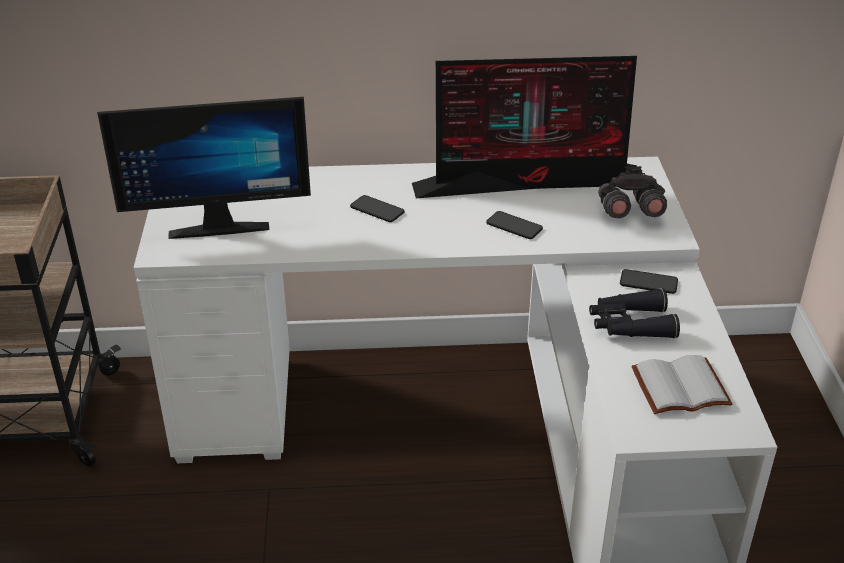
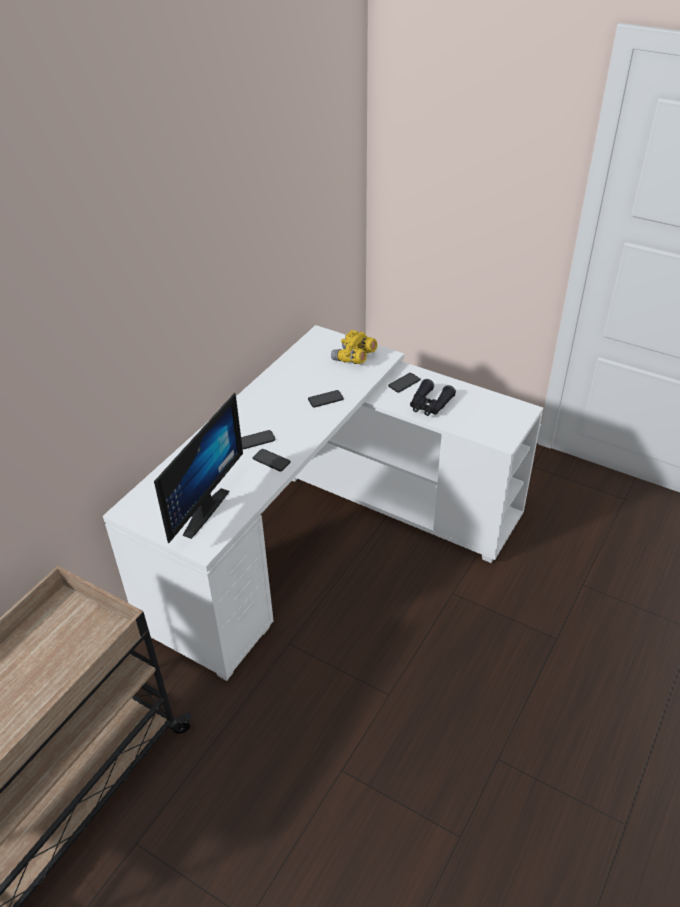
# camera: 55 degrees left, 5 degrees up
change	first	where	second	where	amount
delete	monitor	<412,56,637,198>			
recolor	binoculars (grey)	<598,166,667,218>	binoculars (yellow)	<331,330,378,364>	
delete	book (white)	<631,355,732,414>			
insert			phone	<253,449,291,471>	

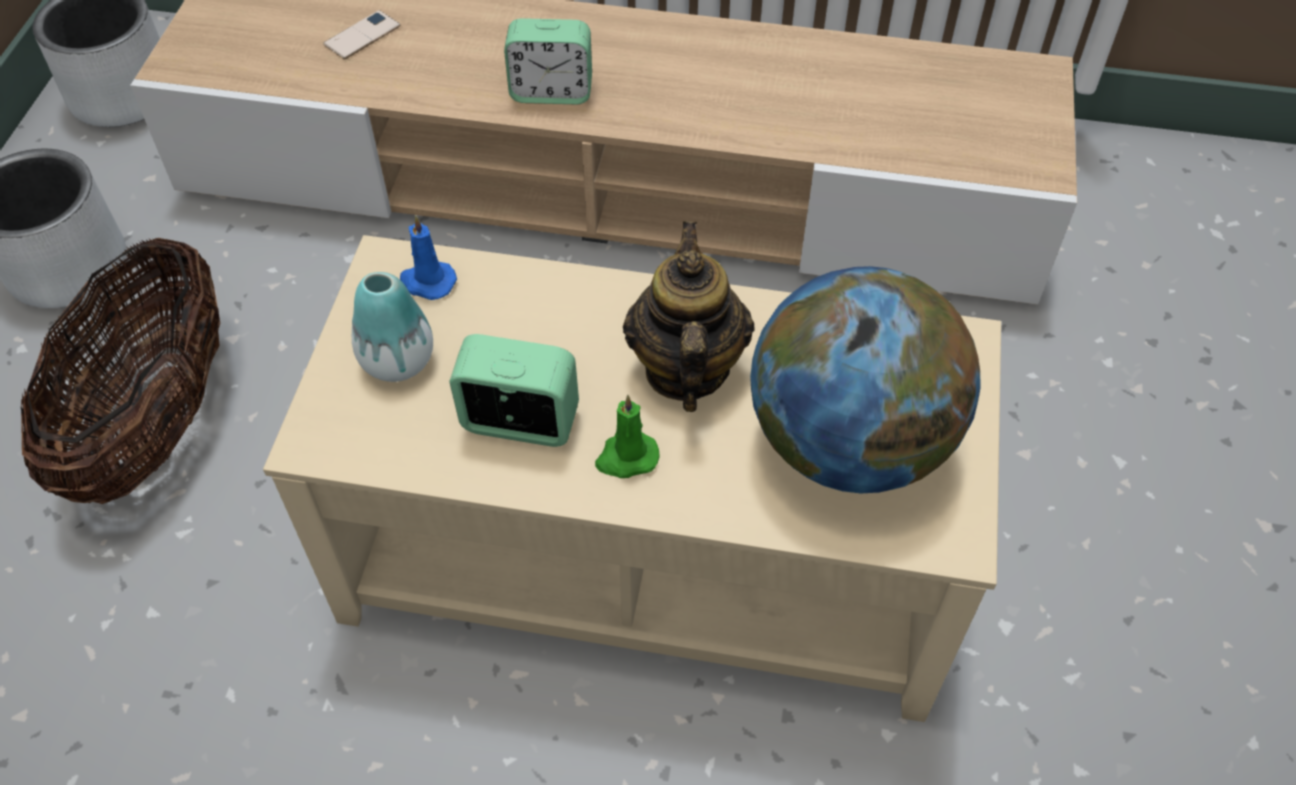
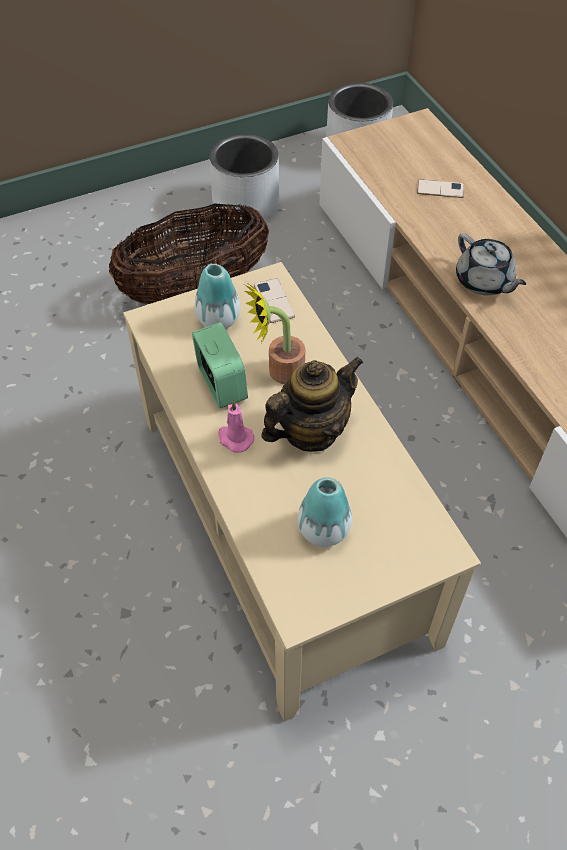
# camera: 55 degrees right, 0 degrees up
change	first	where	second	where	amount
replace	alarm clock	<504,18,592,104>	teapot (grey)	<456,233,526,295>	
replace	candle (blue)	<400,215,457,300>	phone	<254,278,295,323>	
replace	globe	<750,266,981,493>	vase	<298,477,352,547>	
recolor	candle (green)	<595,395,660,478>	candle (pink)	<218,400,254,453>	
insert			potted plant	<245,282,305,384>	

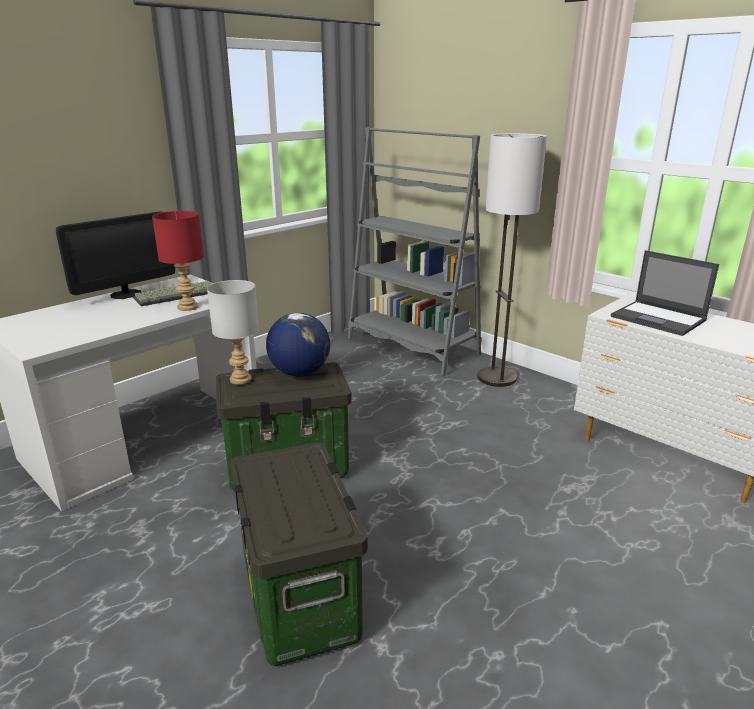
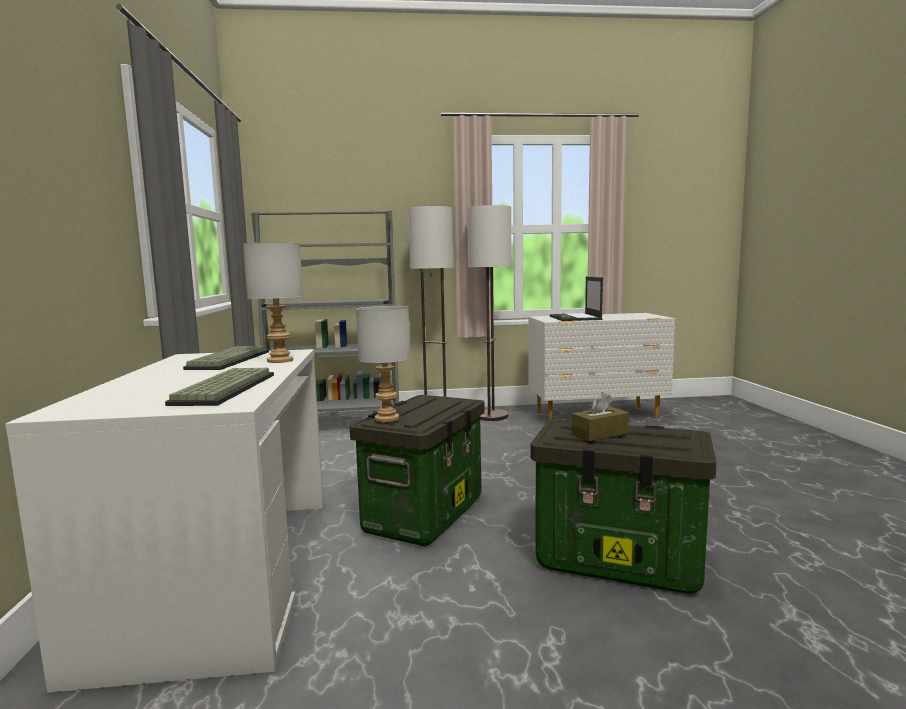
# camera: 50 degrees left, 15 degrees down
change	first	where	second	where	amount
delete	monitor	<56,211,175,299>			
recolor	table lamp (red)	<152,211,204,311>	table lamp (grey)	<243,242,303,363>	
rotate	laptop	<611,250,719,336>		<550,277,603,321>	90 degrees clockwise
delete	globe	<266,313,330,376>			
insert			floor lamp	<467,205,511,421>	
insert			keyboard	<165,368,274,406>	
insert			tissue box (brown)	<572,392,629,442>	

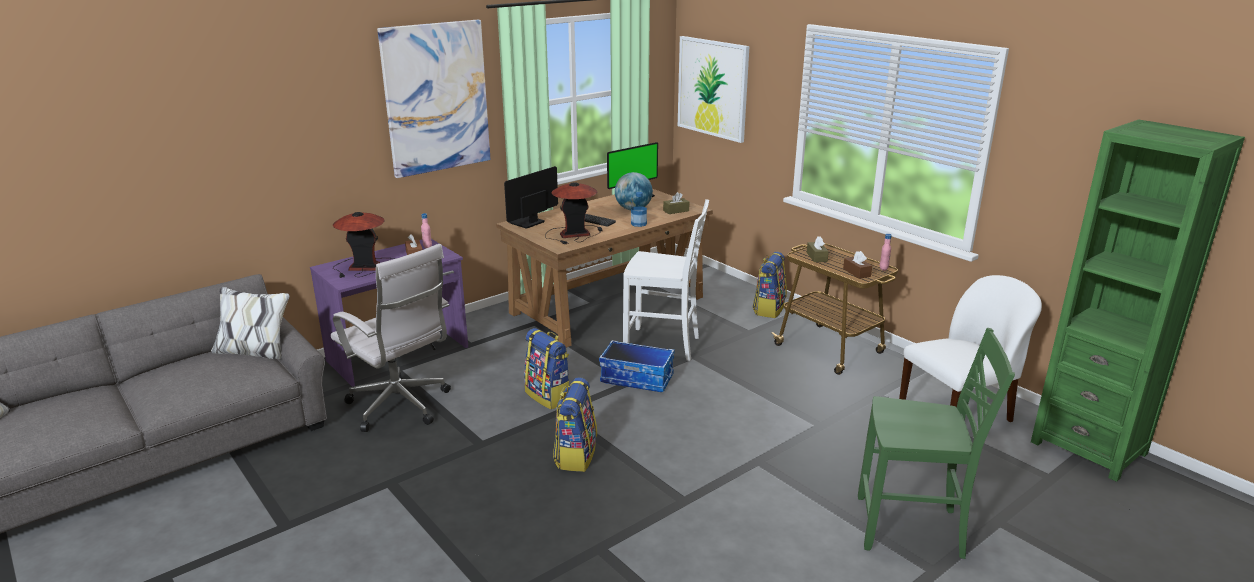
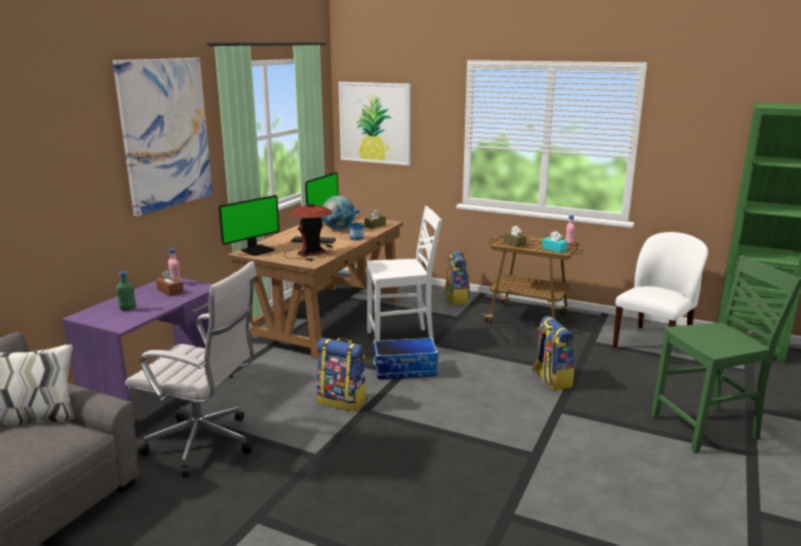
# camera: 25 degrees left, 5 degrees down
change	first	where	second	where	amount
rotate	monitor	<504,166,558,229>		<219,195,279,256>	150 degrees counterclockwise
replace	table lamp	<333,212,394,278>	bottle (green)	<116,271,136,311>	
recolor	tissue box (brown)	<843,251,872,279>	tissue box (turquoise)	<542,231,568,253>	
move	backpack	<553,377,597,472>		<533,316,575,390>	

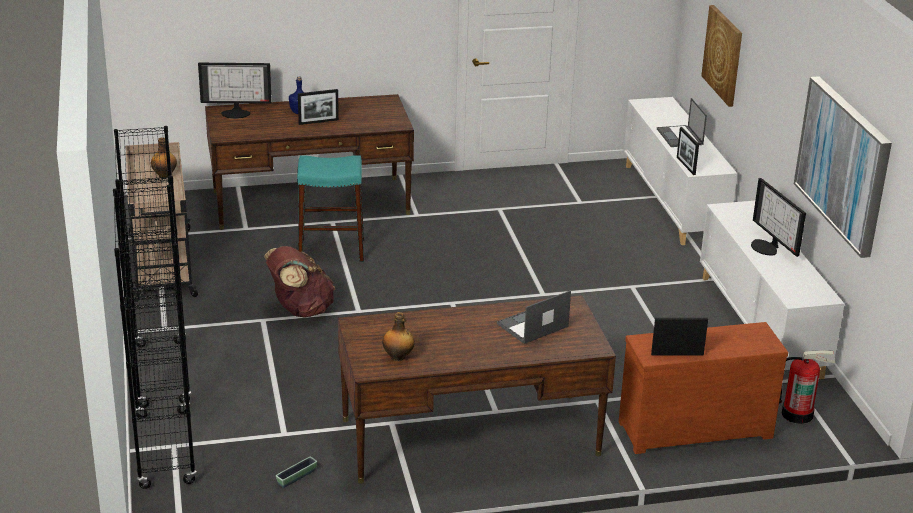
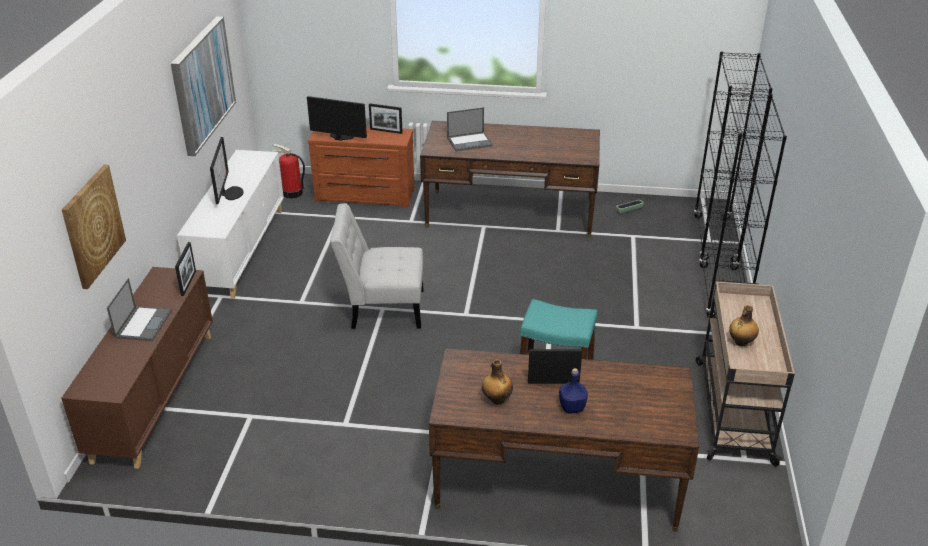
# camera: 160 degrees left, 5 degrees up
change	first	where	second	where	amount
move	monitor	<198,63,272,119>		<307,96,367,141>	
recolor	cabinet (white)	<623,97,737,245>	cabinet (brown)	<61,267,213,469>	
delete	backpack (brown)	<264,246,335,318>			
move	bottle	<382,312,415,361>		<482,359,513,404>	
insert			chair (white)	<330,203,424,329>	

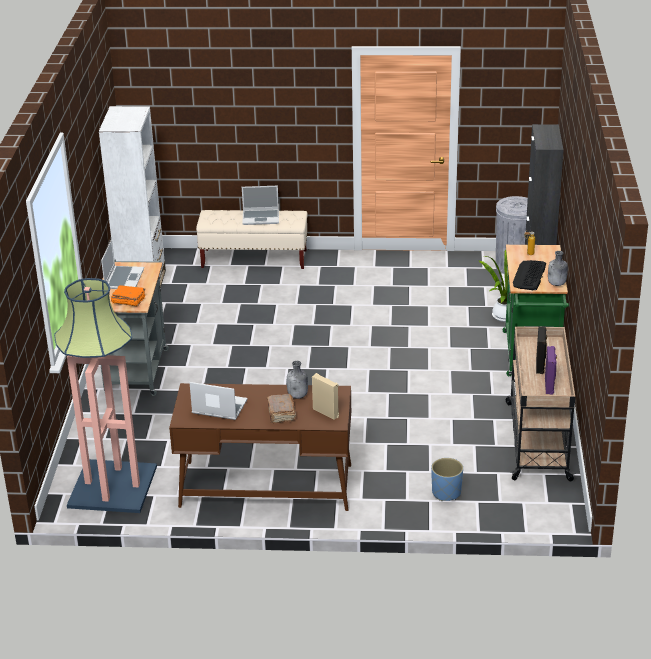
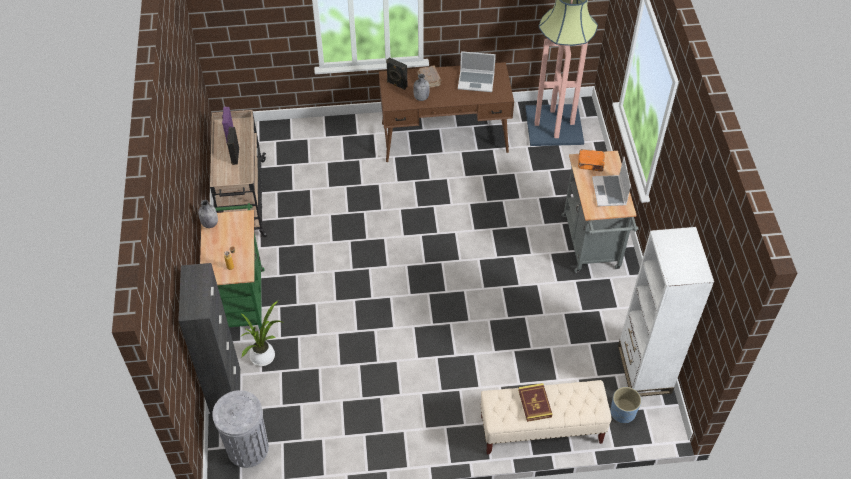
# camera: 170 degrees right, 20 degrees up
change	first	where	second	where	amount
replace	laptop	<242,186,279,225>	book	<518,383,552,422>	
delete	keyboard	<513,260,546,290>			
recolor	speaker (beige)	<312,373,339,420>	speaker (black)	<386,57,407,90>	
move	planter (blue)	<431,458,463,501>		<611,387,641,423>	

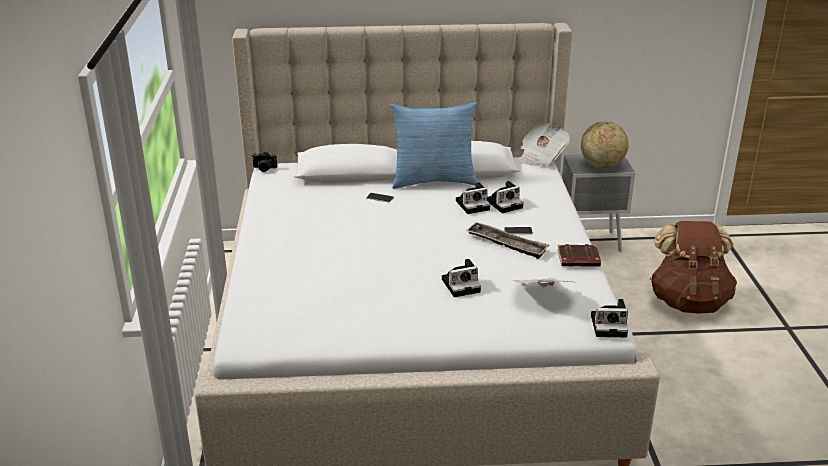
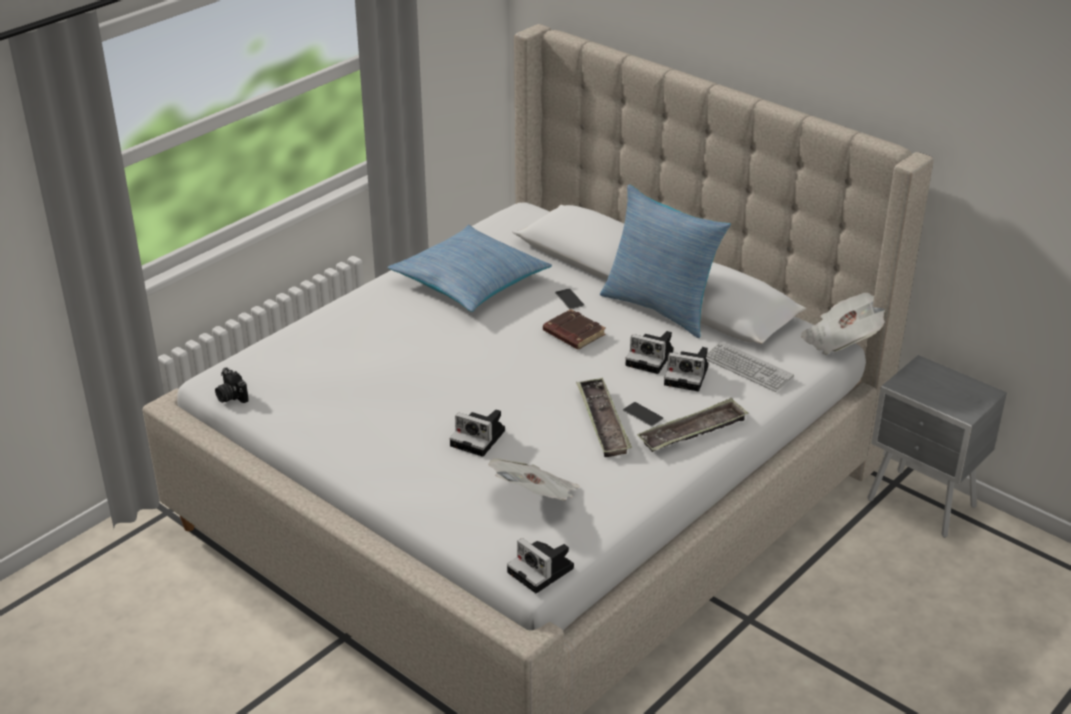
# camera: 45 degrees right, 5 degrees up
change	first	where	second	where	amount
delete	globe	<581,121,629,168>			
move	photo camera	<252,151,277,172>		<215,367,249,403>	
delete	backpack (brown)	<650,221,737,314>			
move	book (brown)	<557,244,601,266>		<543,309,606,349>	
insert			pillow	<388,225,552,312>	
insert			keyboard	<706,342,794,392>	
insert			tray	<637,398,749,452>	

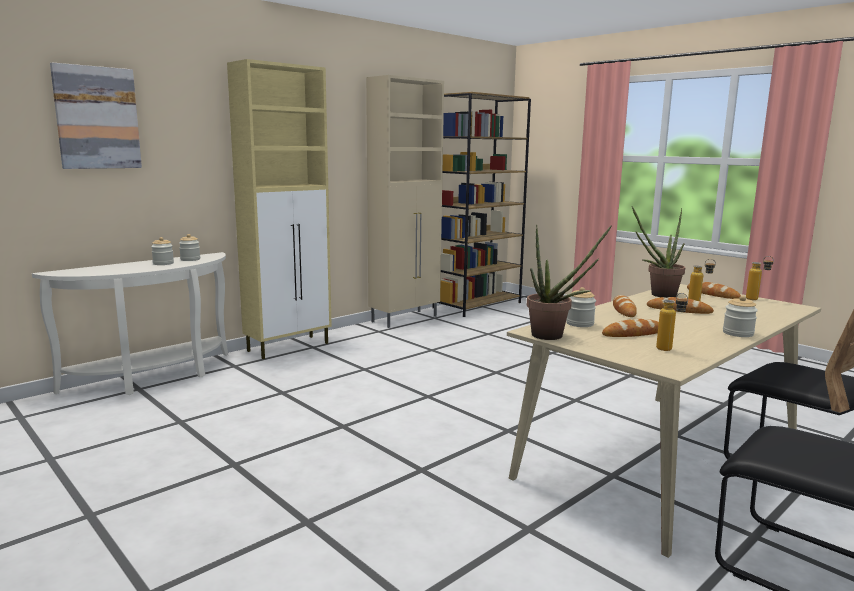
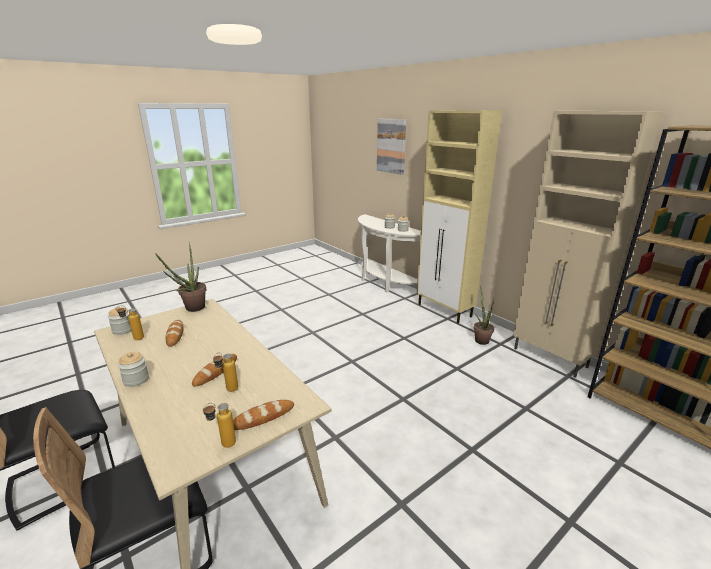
# camera: 95 degrees right, 10 degrees up
change	first	where	second	where	amount
move	potted plant	<632,206,685,298>		<474,286,494,345>	
move	jar	<566,287,596,327>		<108,307,131,335>	
delete	bread	<613,295,637,317>			

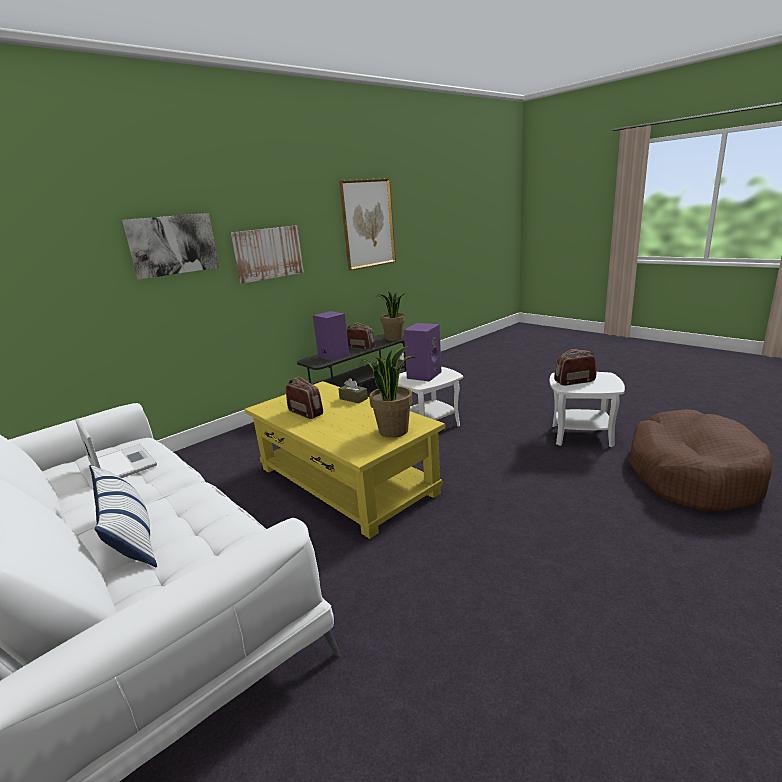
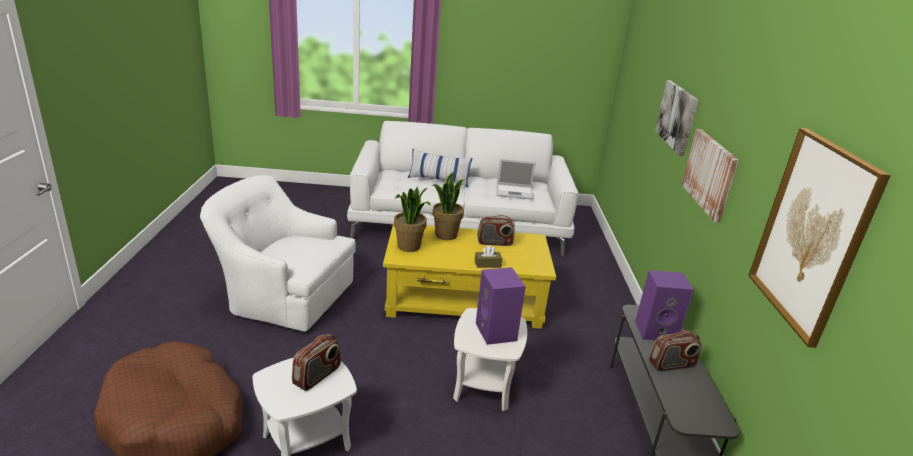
# camera: 130 degrees right, 5 degrees up
change	first	where	second	where	amount
move	potted plant	<375,291,406,341>		<432,172,464,240>	
insert			armchair (white)	<200,175,356,332>	

